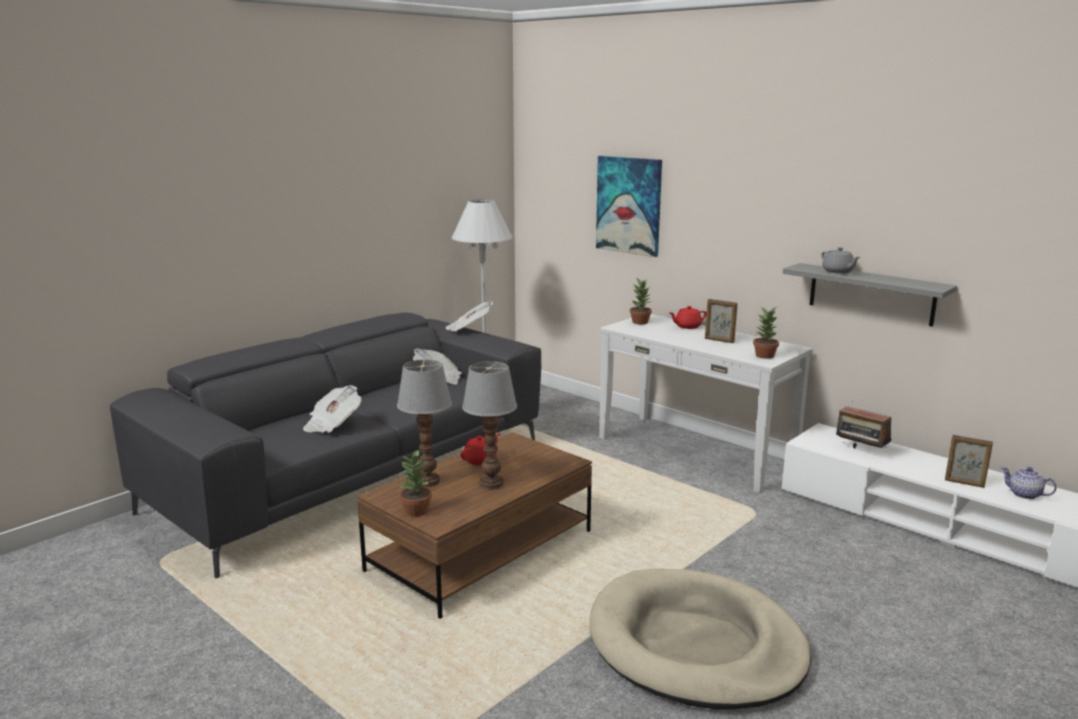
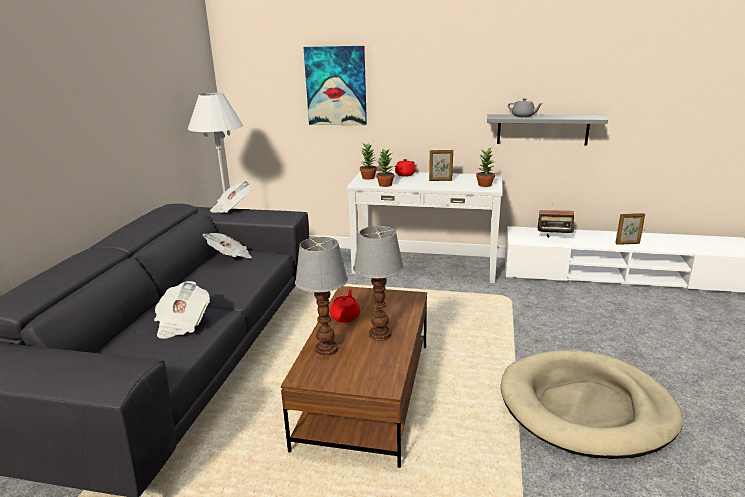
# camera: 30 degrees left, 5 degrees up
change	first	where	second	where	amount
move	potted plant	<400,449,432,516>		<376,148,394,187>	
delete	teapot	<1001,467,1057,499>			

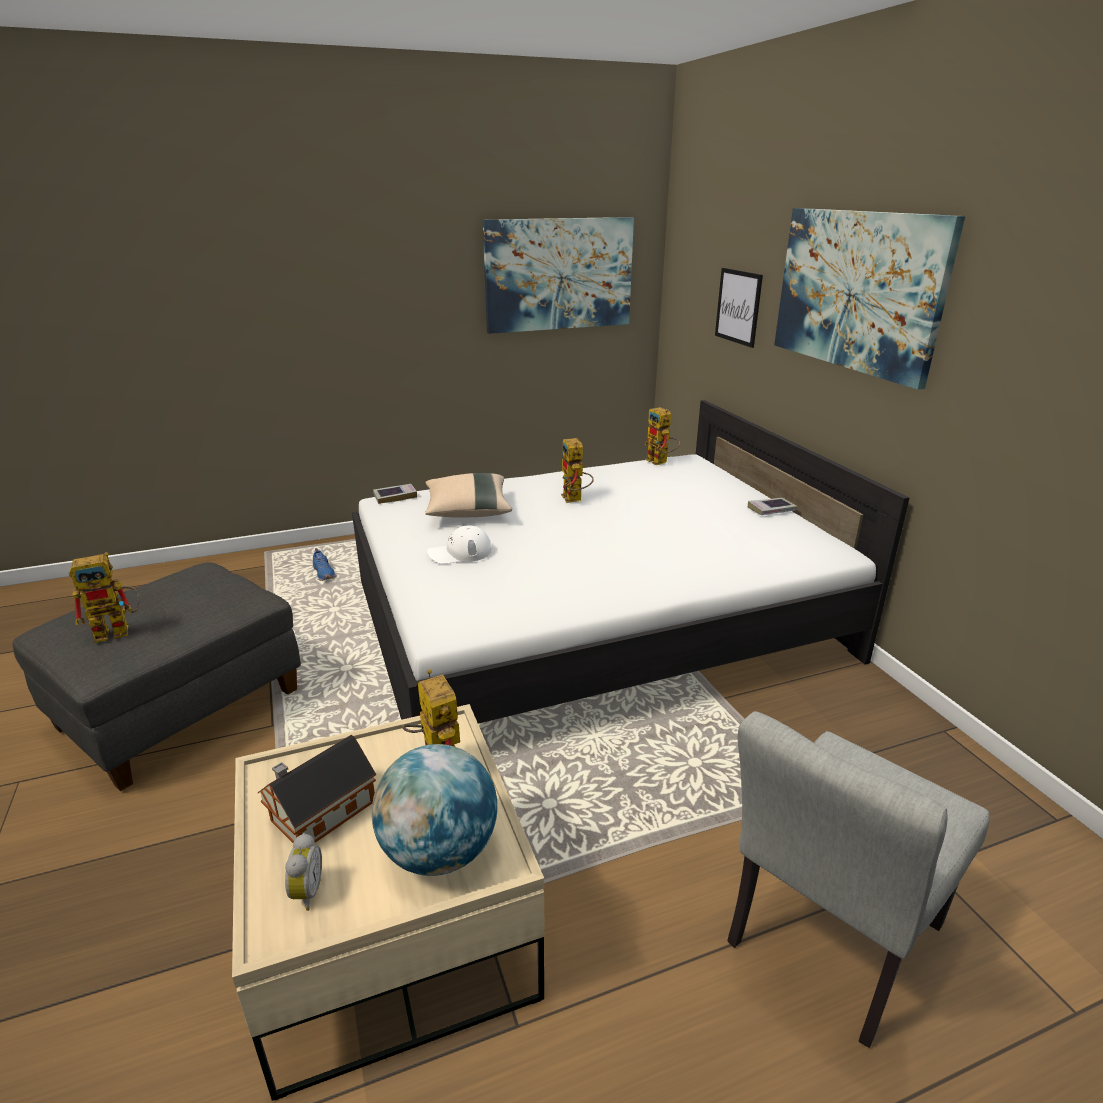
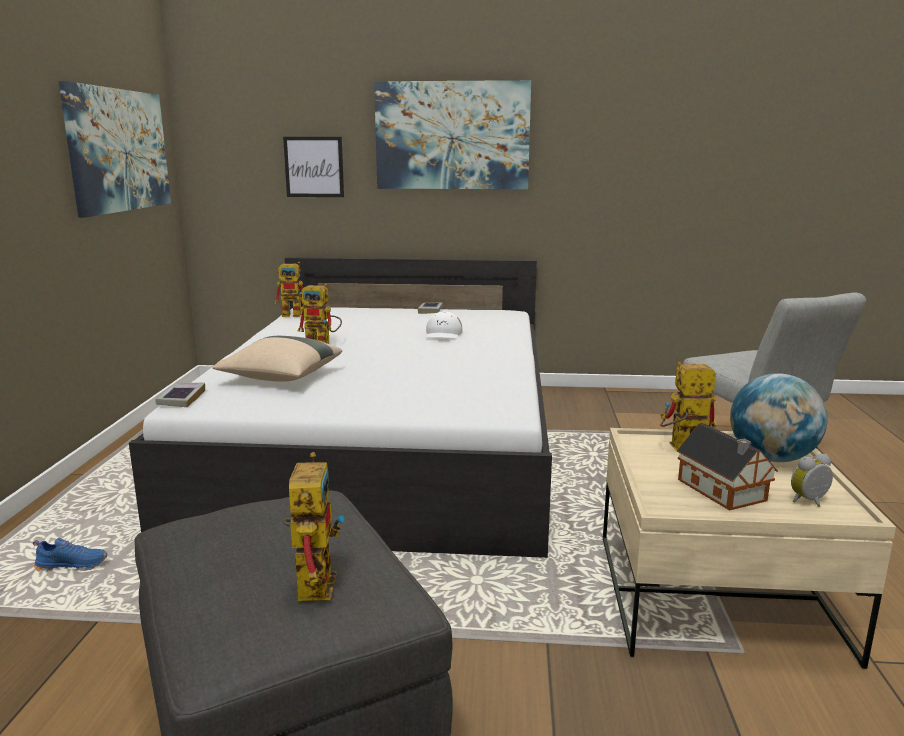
# camera: 65 degrees left, 10 degrees down
change	first	where	second	where	amount
move	cap (white)	<427,526,492,564>		<426,312,463,339>	
rotate	alarm clock	<285,833,322,911>		<791,454,833,507>	45 degrees counterclockwise

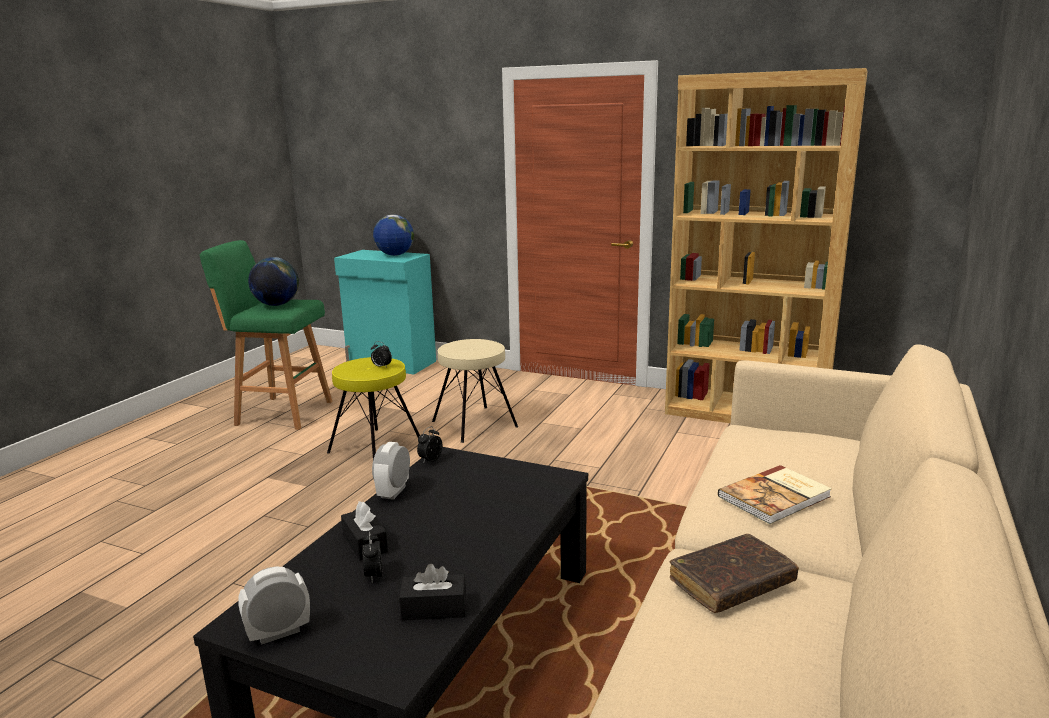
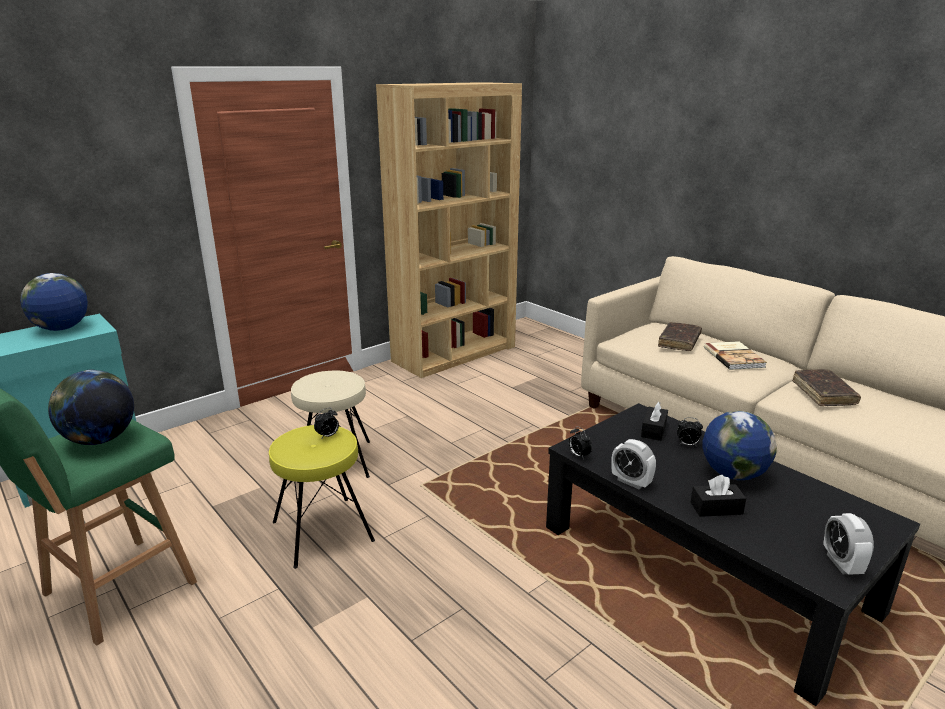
# camera: 65 degrees left, 5 degrees up
change	first	where	second	where	amount
move	alarm clock	<362,531,382,583>		<677,417,703,447>	
move	tissue box (black)	<399,564,466,621>		<641,402,668,441>	
insert			book (brown)	<658,322,702,351>	
insert			globe	<702,411,777,480>	

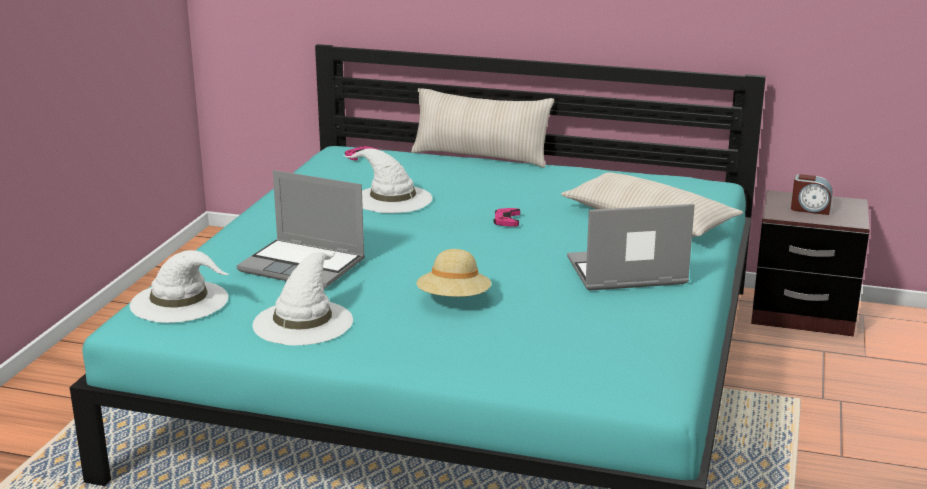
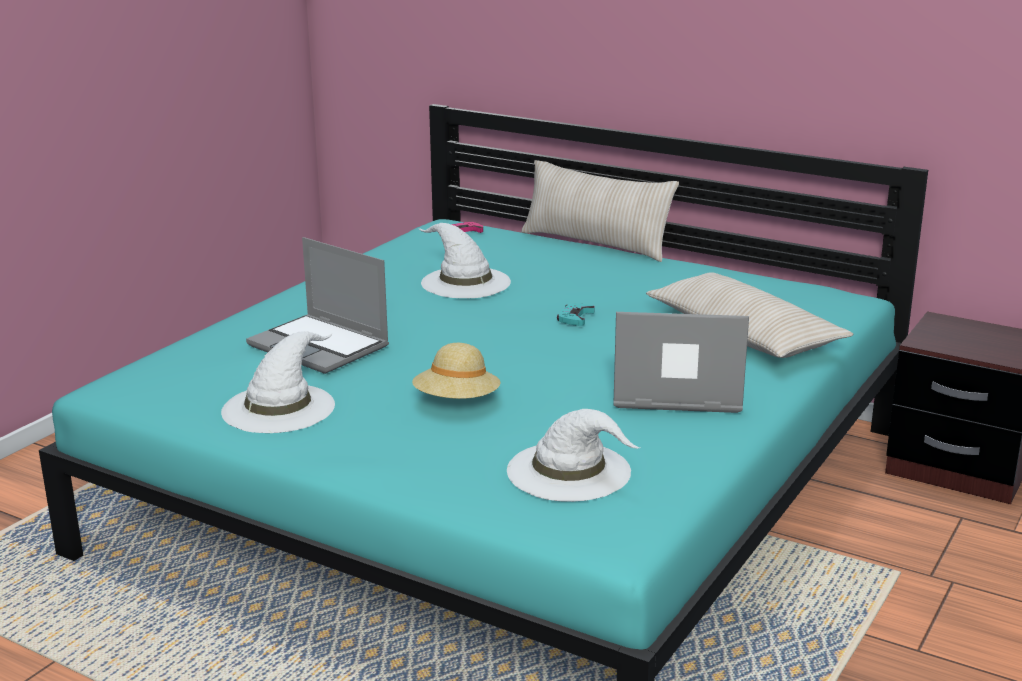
# camera: 15 degrees right, 0 degrees up
change	first	where	second	where	amount
delete	alarm clock	<791,174,832,215>			
recolor	game controller (pink)	<493,208,520,227>	game controller (turquoise)	<557,304,595,326>	
move	hat (white)	<130,250,229,323>		<507,409,640,502>	

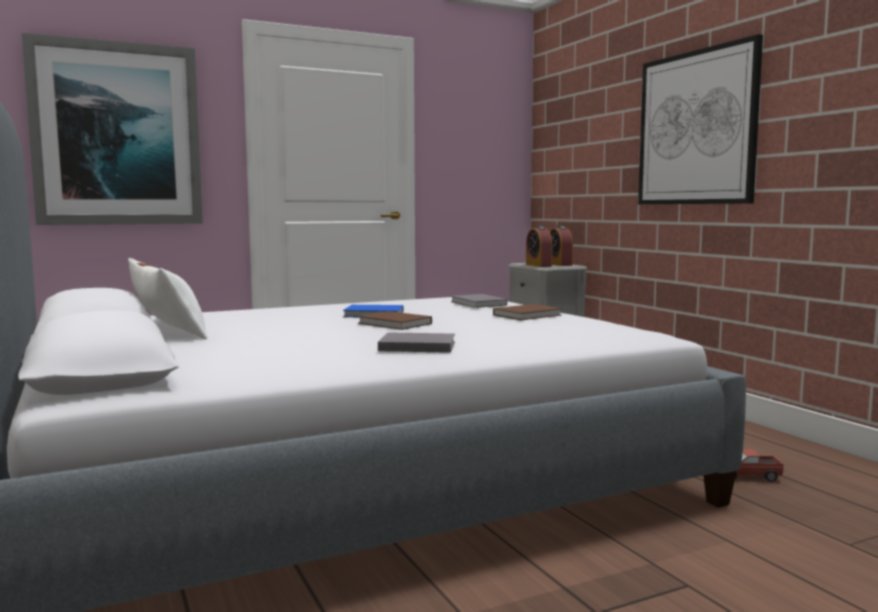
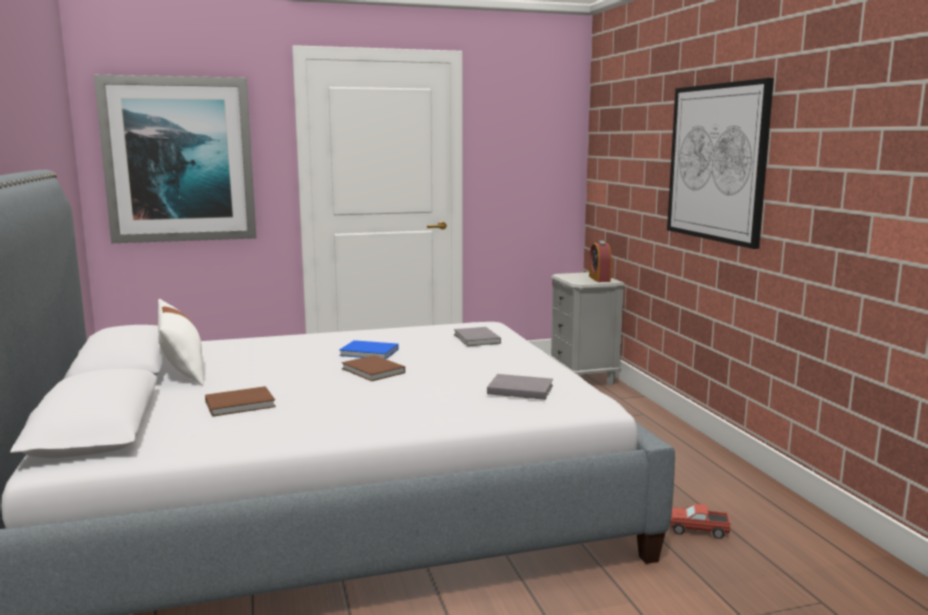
# camera: 10 degrees right, 5 degrees up
change	first	where	second	where	amount
delete	alarm clock	<526,226,552,267>			
move	book (brown)	<493,304,562,320>		<205,386,276,417>	
move	book (grey)	<378,332,455,353>		<487,374,553,400>	

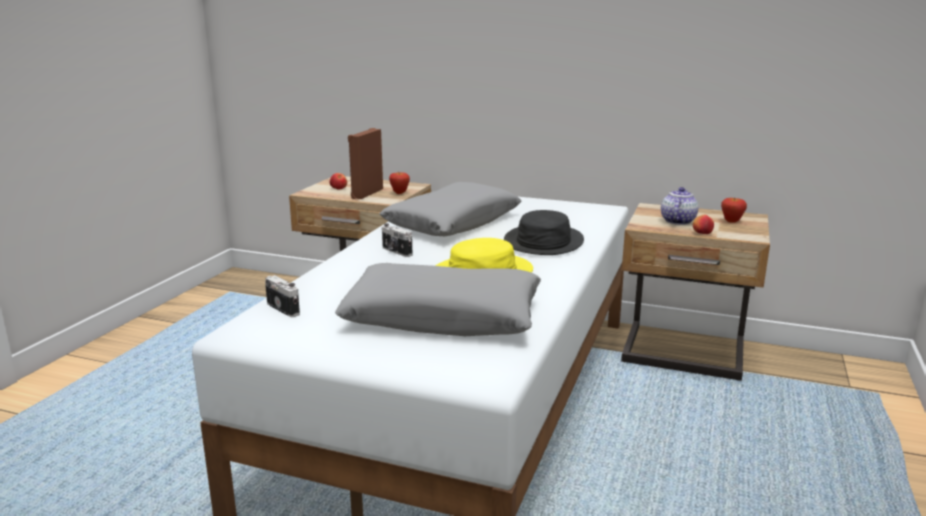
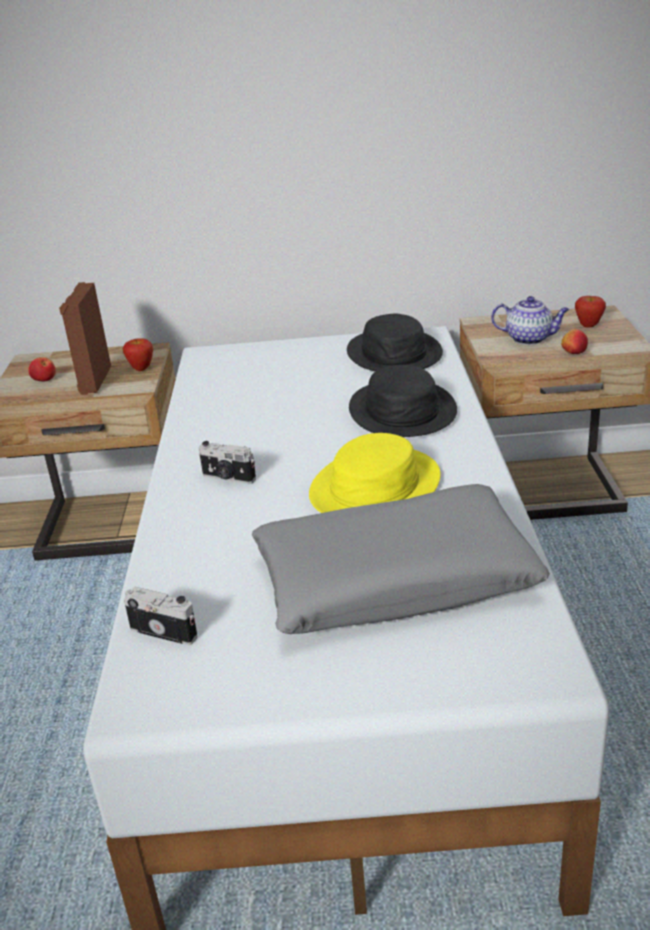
# camera: 20 degrees left, 10 degrees up
change	first	where	second	where	amount
delete	pillow (grey)	<379,182,521,236>			
rotate	teapot	<661,187,698,225>		<491,296,570,345>	105 degrees clockwise
insert			hat (black)	<347,314,443,371>	

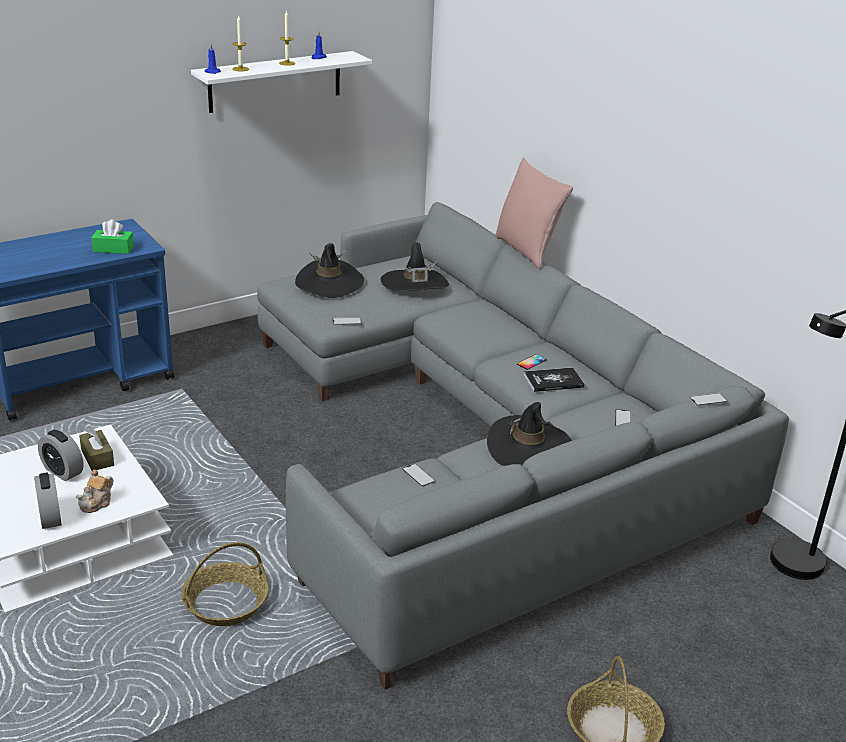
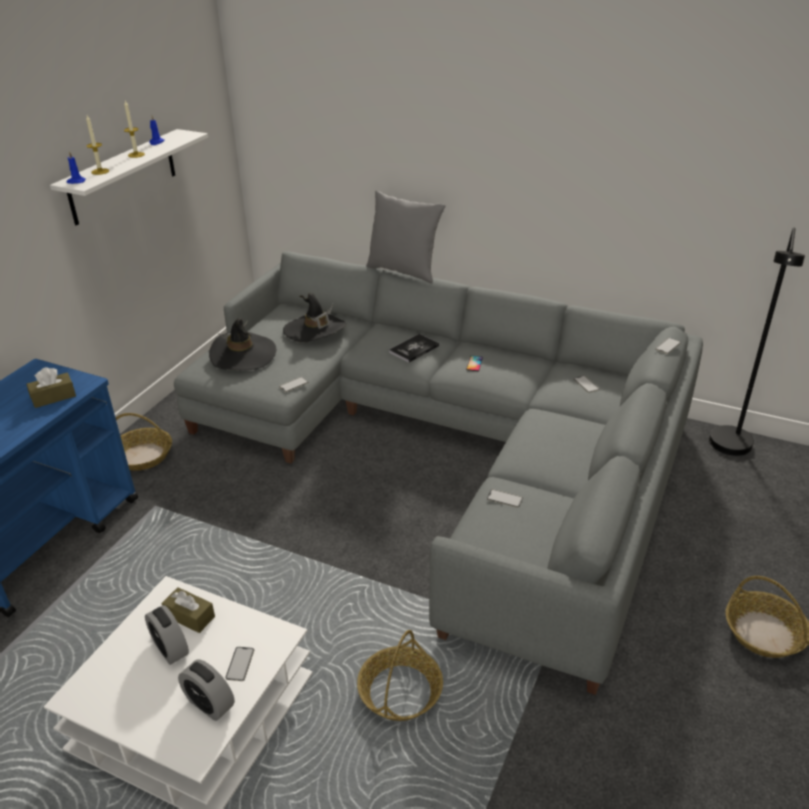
# camera: 30 degrees left, 5 degrees up
change	first	where	second	where	amount
recolor	pillow (pink)	<495,157,573,269>	pillow (grey)	<366,190,445,283>	
recolor	tissue box (green)	<91,220,134,254>	tissue box (brown)	<27,367,76,408>	
move	book	<524,367,585,392>		<389,334,439,363>	
delete	hat (black)	<487,402,572,466>			
rotate	alarm clock	<38,430,84,481>		<145,605,189,665>	45 degrees clockwise
replace	teapot	<76,470,113,513>	phone	<225,647,254,681>	
insert			basket	<116,413,172,470>	

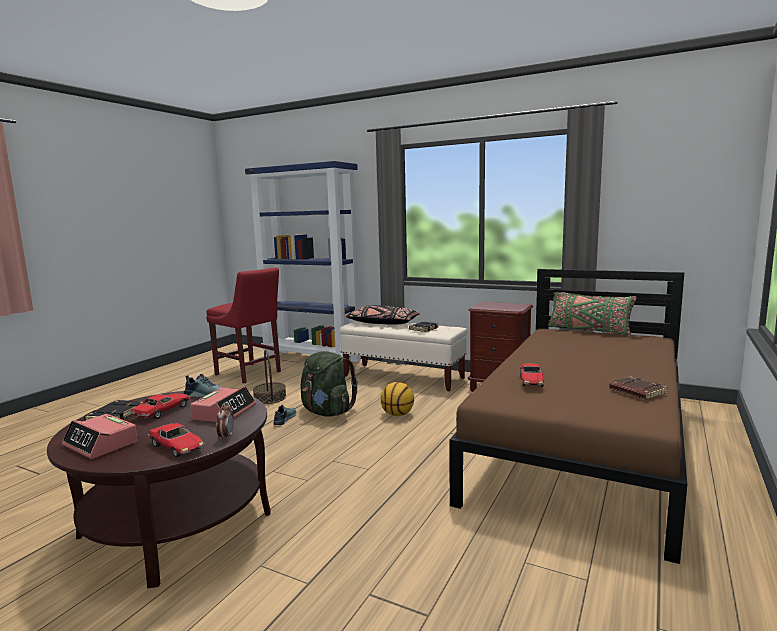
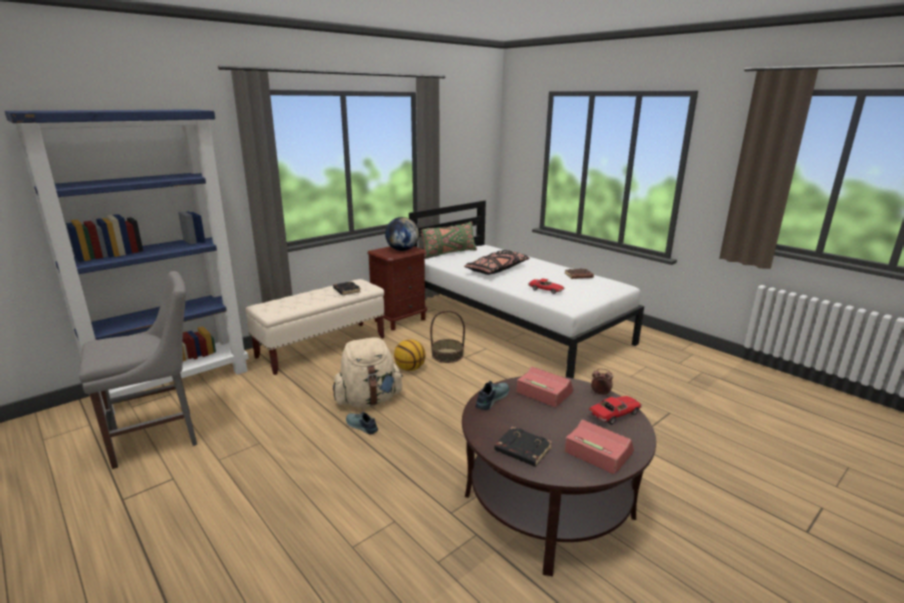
# camera: 70 degrees left, 10 degrees up
change	first	where	second	where	amount
recolor	chair (red)	<206,267,281,383>	chair (grey)	<79,271,197,469>	
recolor	bed (brown)	<449,269,687,564>	bed (white)	<409,200,644,379>	
move	pillow (black)	<346,305,420,325>		<464,250,530,275>	
move	basket	<253,350,286,404>		<430,310,465,363>	
recolor	backpack (green)	<301,351,358,417>	backpack (beige)	<333,337,403,407>	
delete	toy car	<130,393,191,419>			
rotate	alarm clock	<62,414,138,459>		<565,419,634,474>	105 degrees counterclockwise
insert			globe	<385,217,419,251>	

